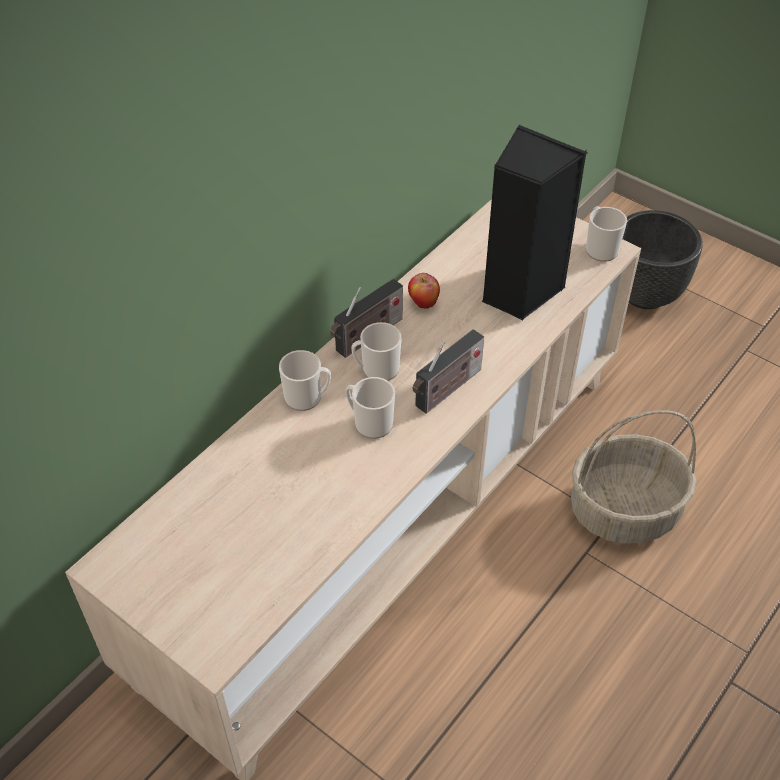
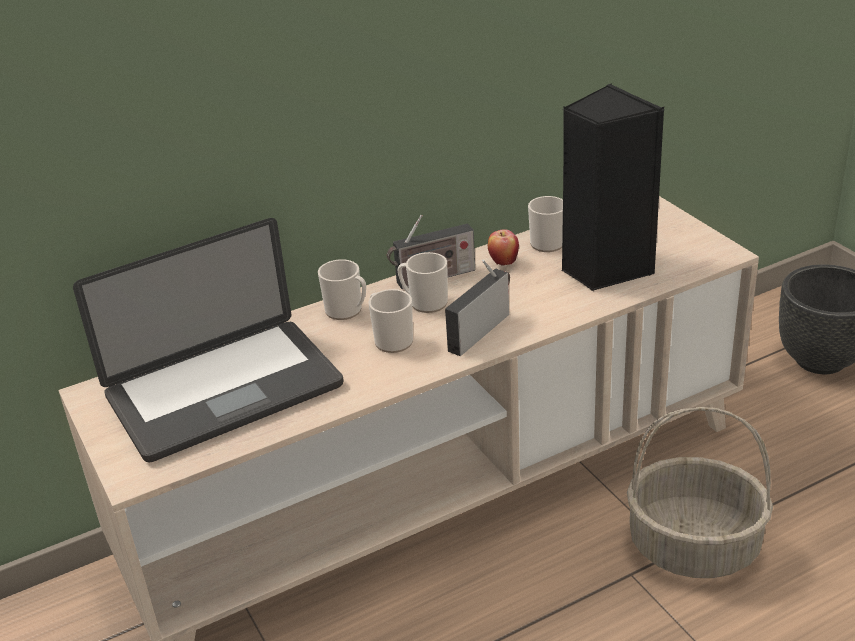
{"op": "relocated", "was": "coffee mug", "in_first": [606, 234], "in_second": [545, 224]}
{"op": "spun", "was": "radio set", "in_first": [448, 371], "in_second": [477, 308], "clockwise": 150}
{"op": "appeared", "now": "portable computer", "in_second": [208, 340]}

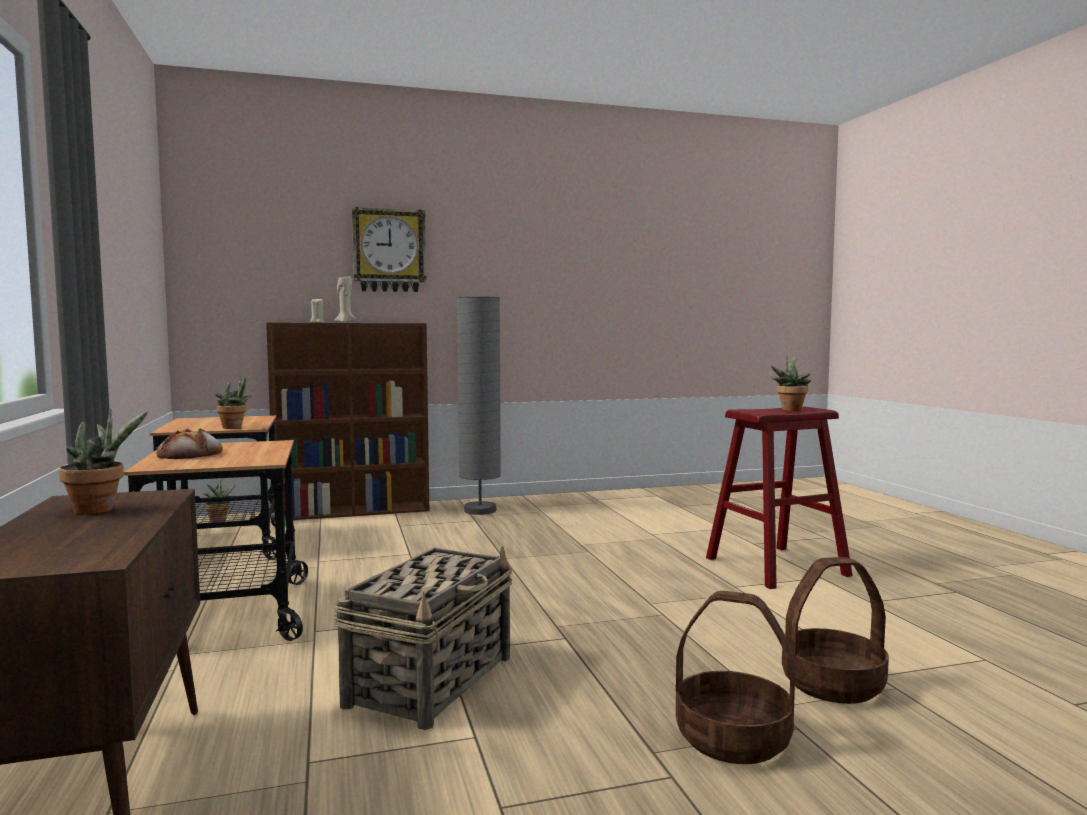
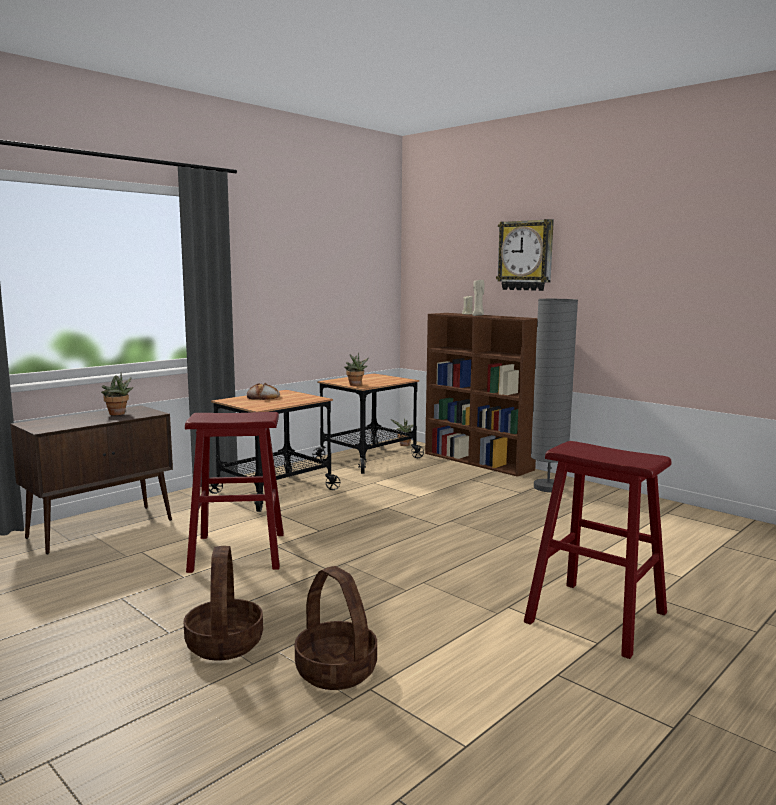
{"op": "missing", "was": "plant in a pot", "in_first": [791, 383]}
{"op": "exchanged", "was": "storage basket", "now": "red sitting stool", "in_first": [423, 638], "in_second": [234, 492]}

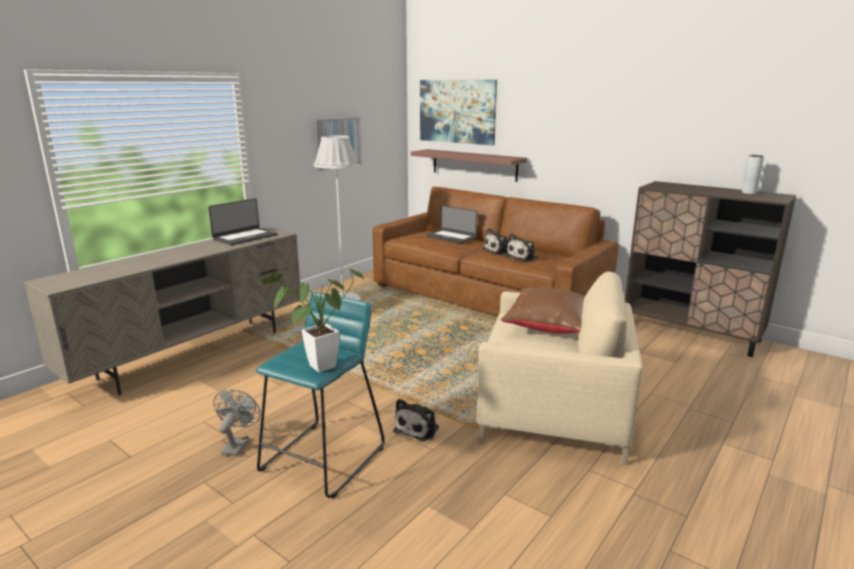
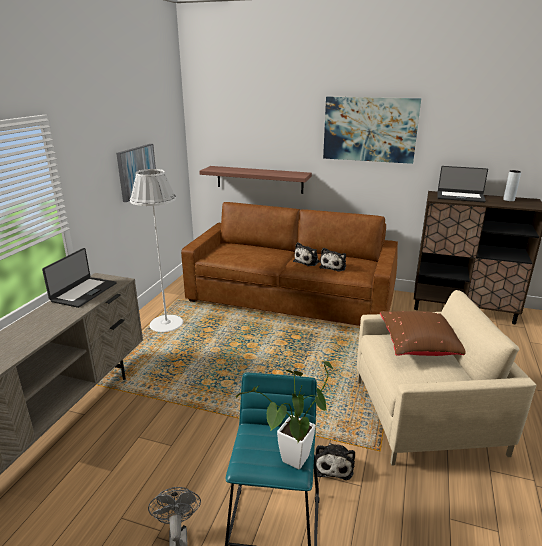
{"op": "relocated", "was": "wall art", "in_first": [458, 113], "in_second": [372, 130]}
{"op": "relocated", "was": "portable computer", "in_first": [451, 224], "in_second": [463, 184]}

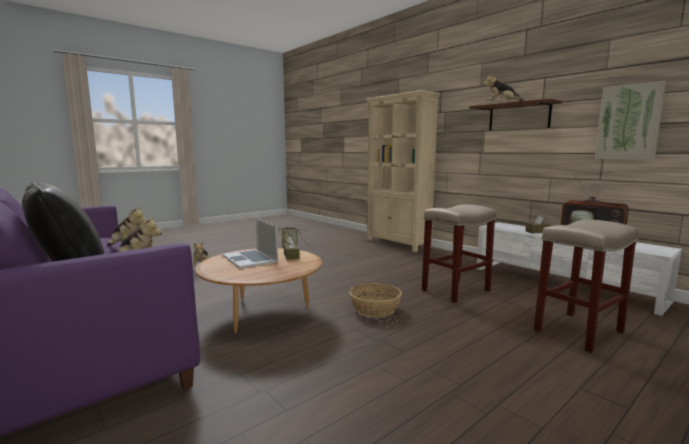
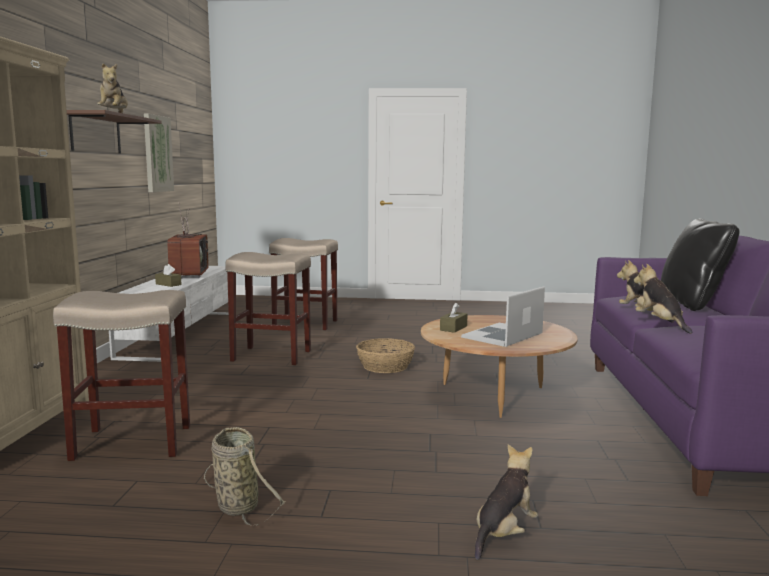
{"op": "spun", "was": "portable computer", "in_first": [250, 243], "in_second": [503, 316], "clockwise": -150}
{"op": "appeared", "now": "beige sitting stool", "in_second": [121, 375]}

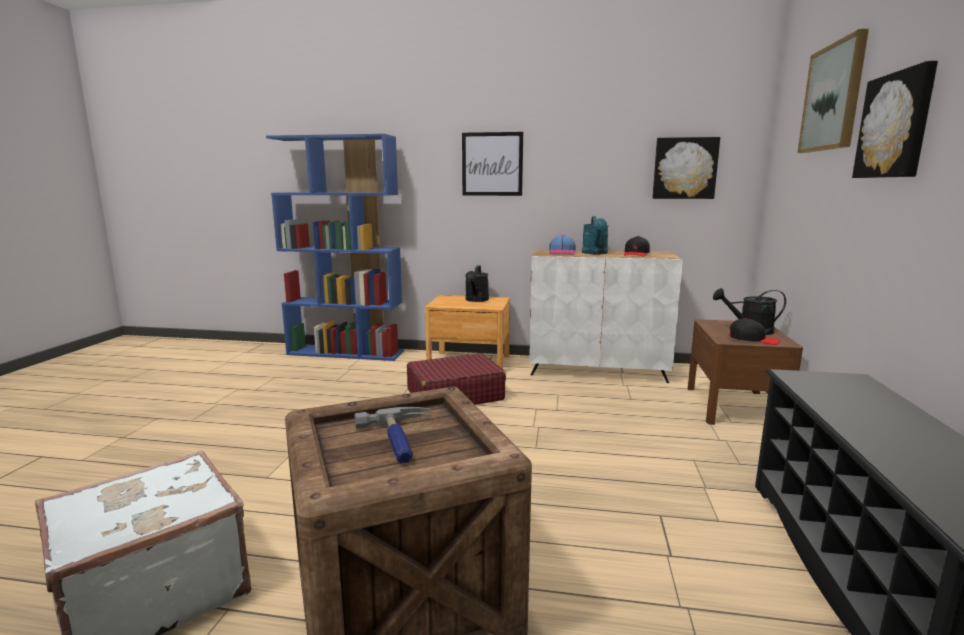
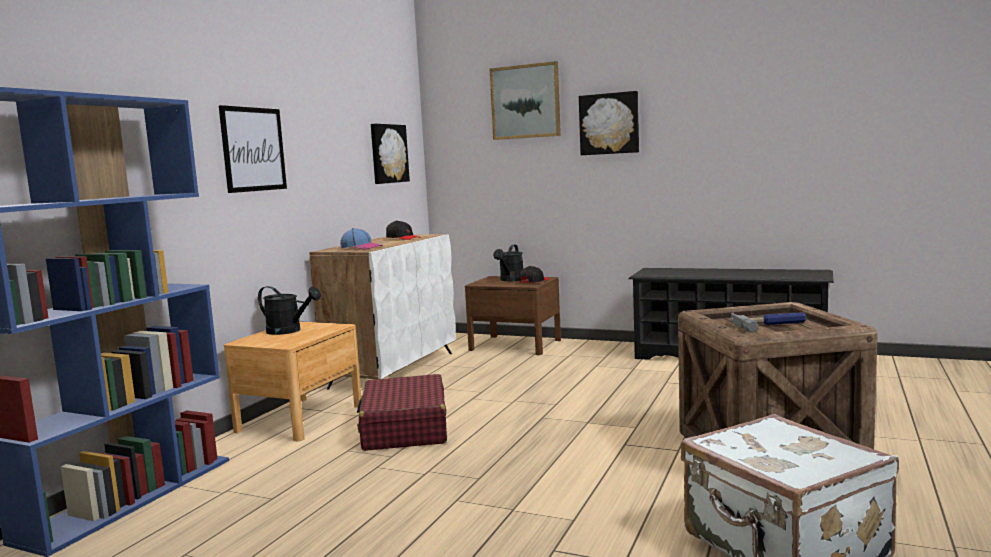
{"op": "missing", "was": "blue-green sprinkling can", "in_first": [595, 235]}

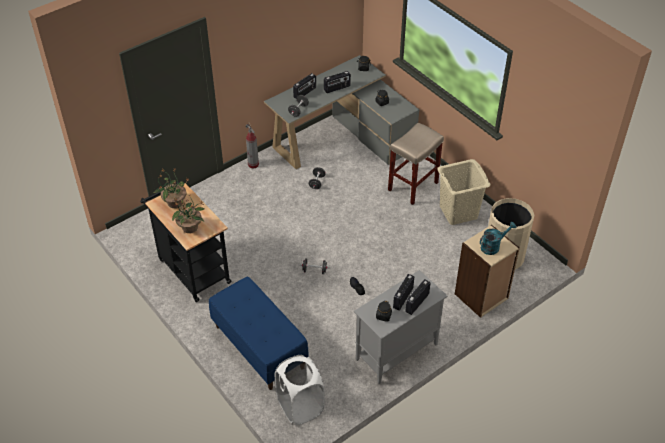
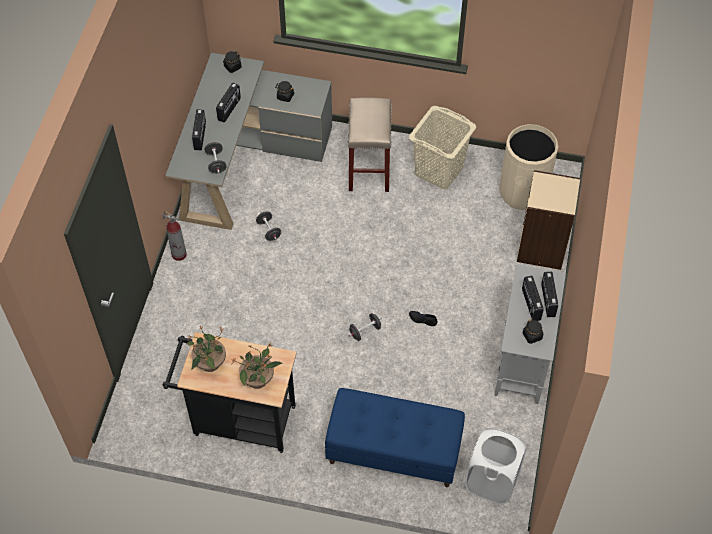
{"op": "missing", "was": "blue-green sprinkling can", "in_first": [498, 238]}

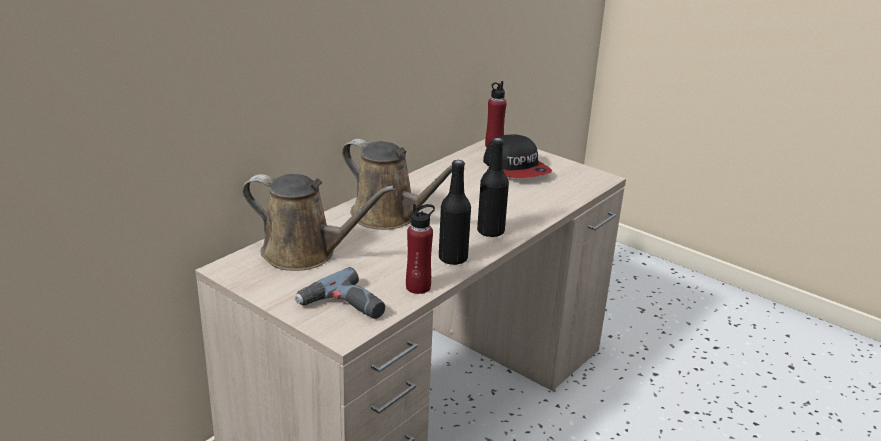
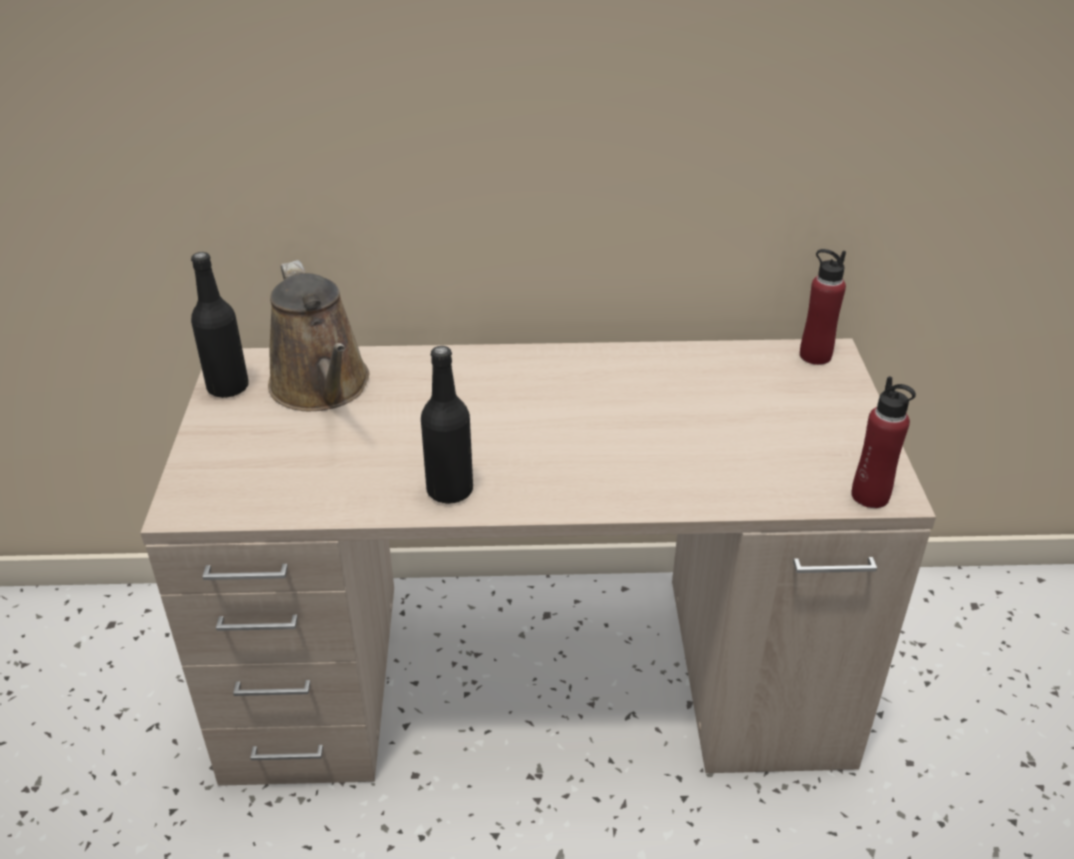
{"op": "missing", "was": "baseball cap", "in_first": [517, 156]}
{"op": "relocated", "was": "black-coloured bottle", "in_first": [493, 187], "in_second": [220, 325]}
{"op": "missing", "was": "brownish sprinkling can", "in_first": [403, 184]}
{"op": "relocated", "was": "red bottle", "in_first": [420, 249], "in_second": [883, 442]}
{"op": "missing", "was": "drill", "in_first": [340, 293]}

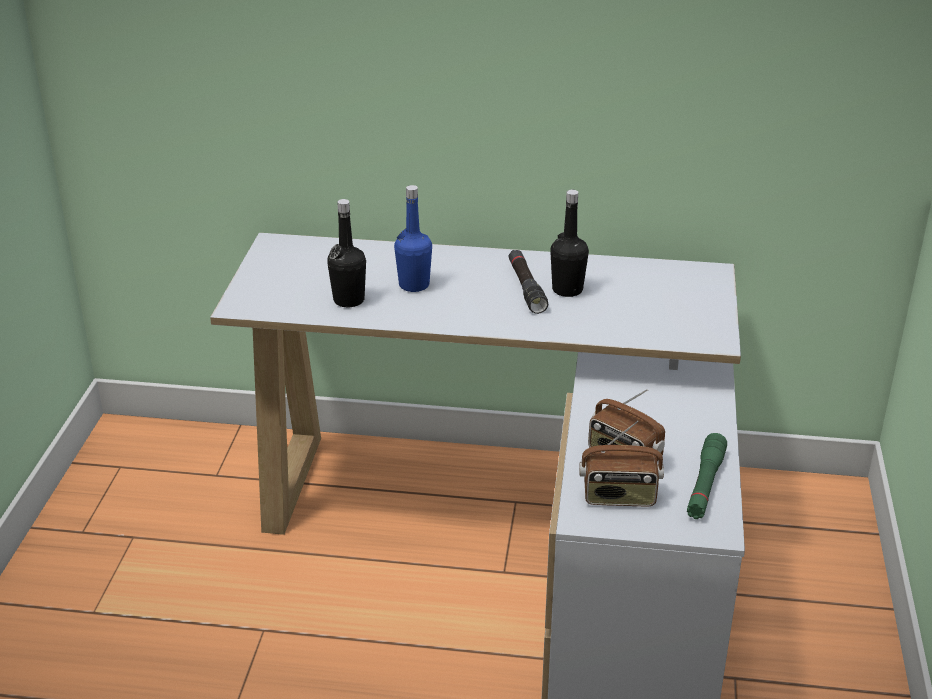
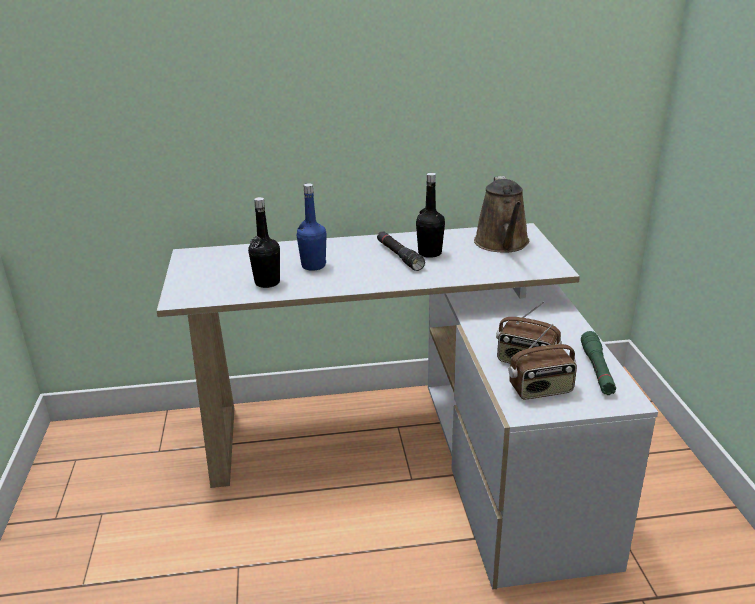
{"op": "appeared", "now": "brownish sprinkling can", "in_second": [501, 214]}

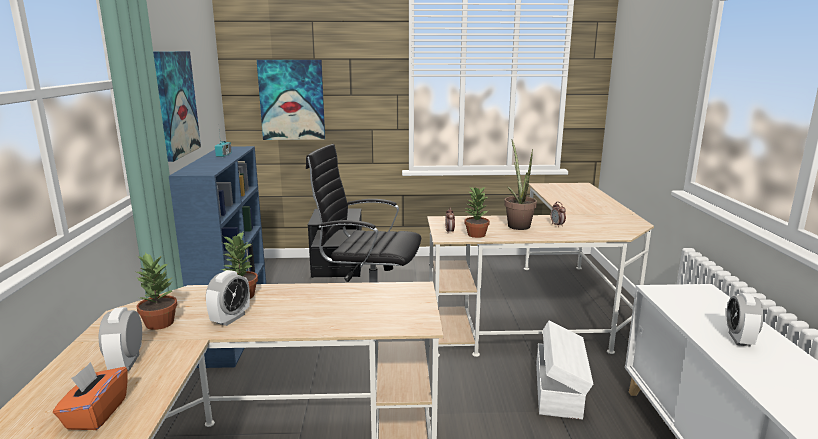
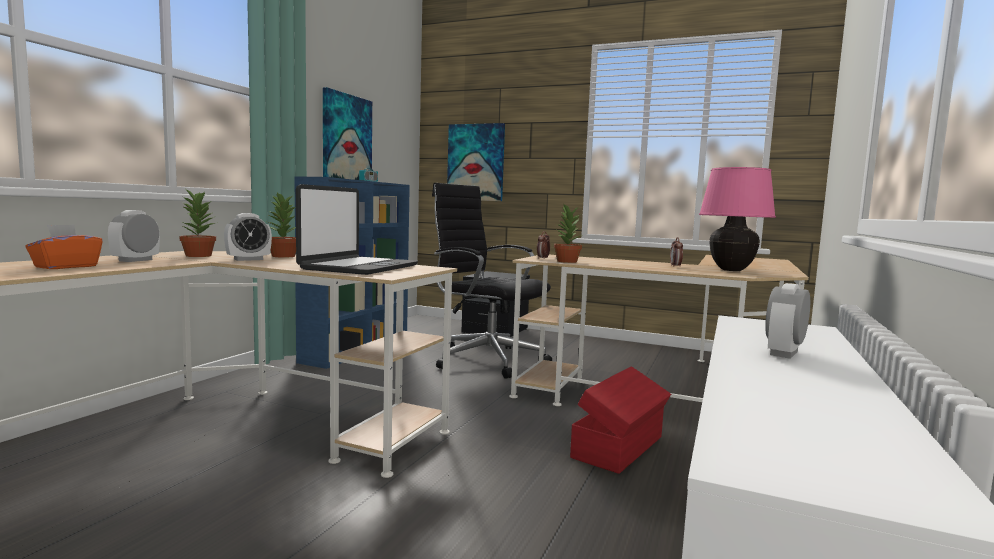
{"op": "missing", "was": "plant in a pot", "in_first": [520, 184]}
{"op": "colour", "was": "white-coloured storage container", "now": "red storage container", "in_first": [564, 369], "in_second": [620, 420]}
{"op": "appeared", "now": "pink lamp for a table", "in_second": [737, 219]}
{"op": "appeared", "now": "portable computer", "in_second": [357, 229]}

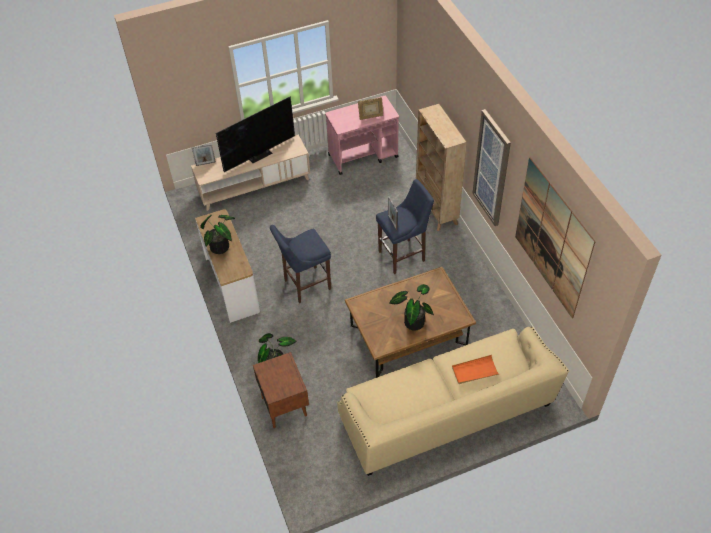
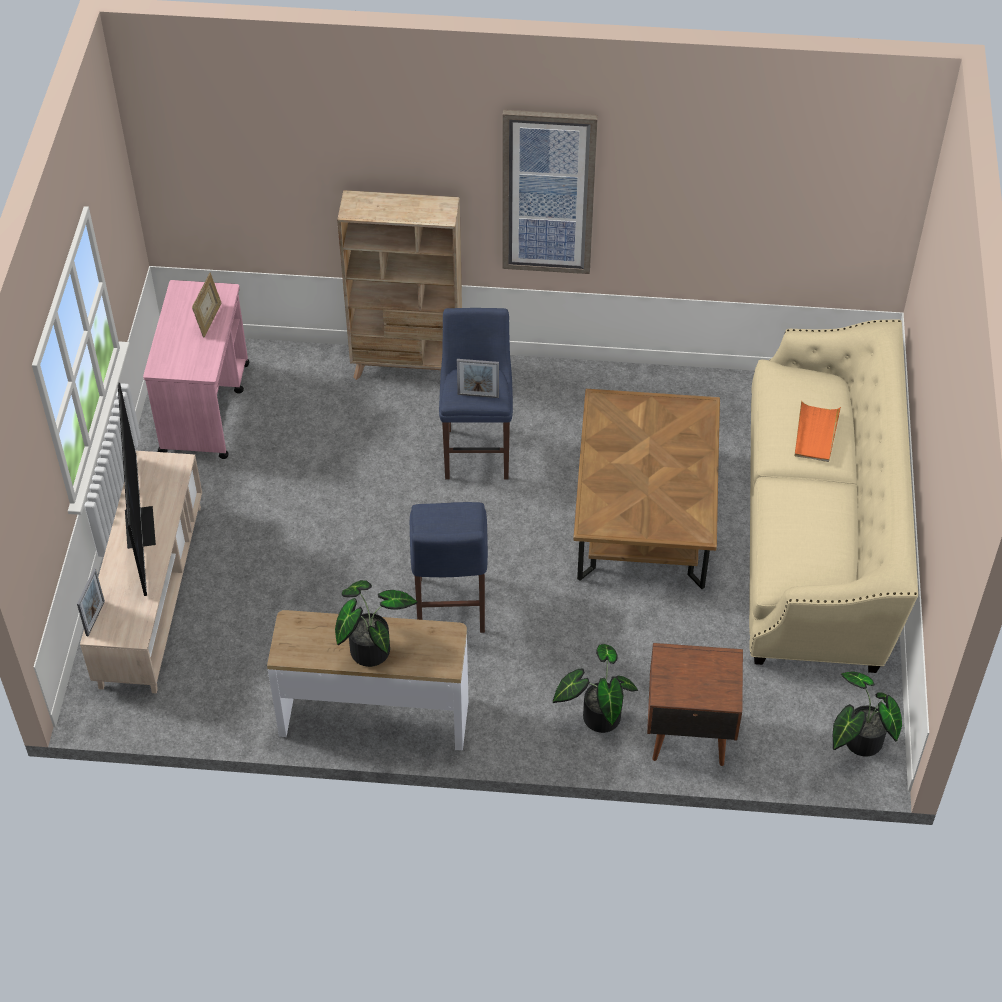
{"op": "missing", "was": "wall art", "in_first": [555, 238]}
{"op": "relocated", "was": "plant in a pot", "in_first": [411, 307], "in_second": [867, 714]}

